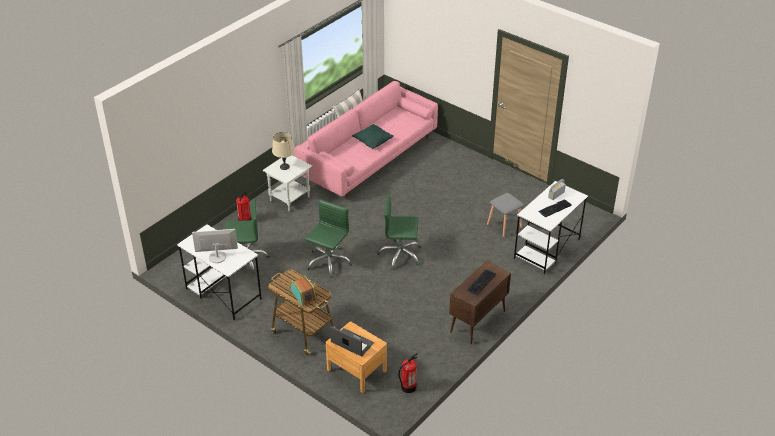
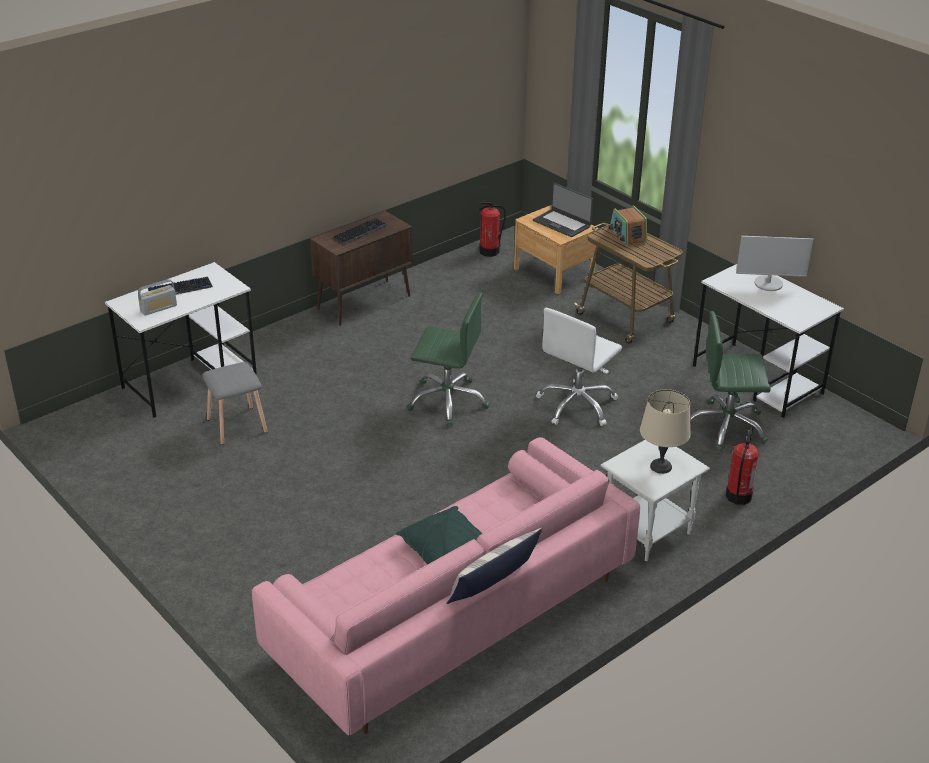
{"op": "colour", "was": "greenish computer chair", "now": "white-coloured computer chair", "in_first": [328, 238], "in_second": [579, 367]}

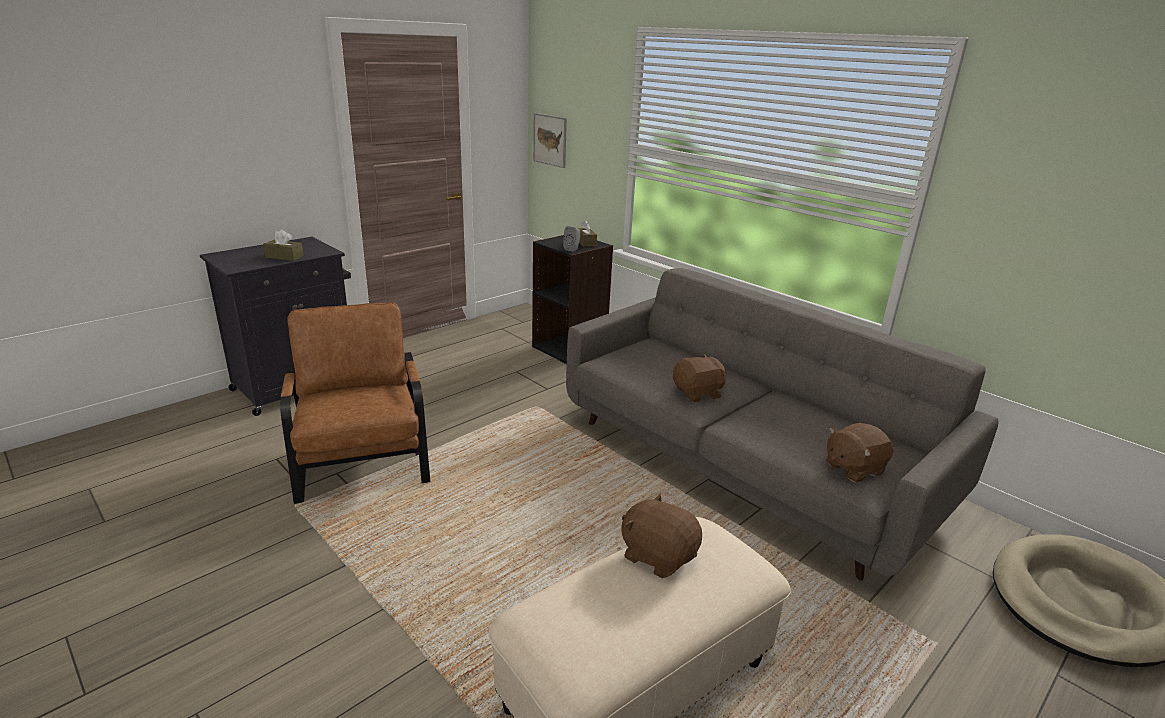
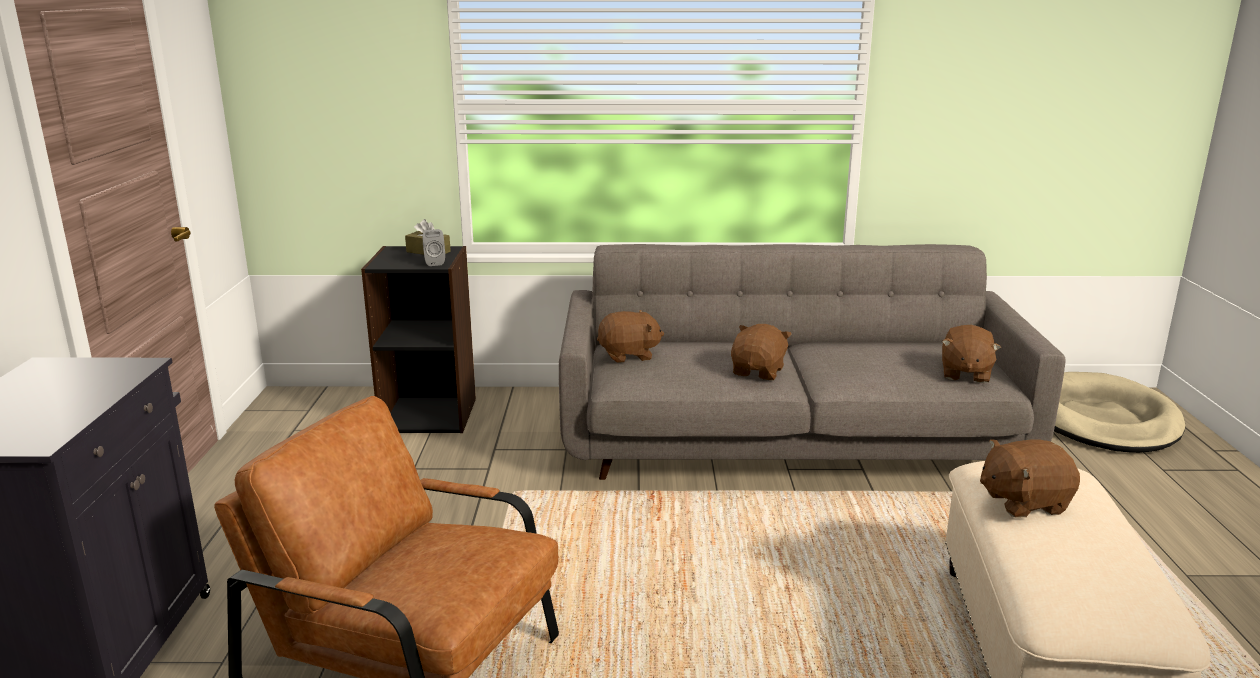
{"op": "missing", "was": "wall art", "in_first": [550, 140]}
{"op": "missing", "was": "brownish tissue box", "in_first": [283, 245]}
{"op": "appeared", "now": "brownish cuddly toy", "in_second": [630, 336]}

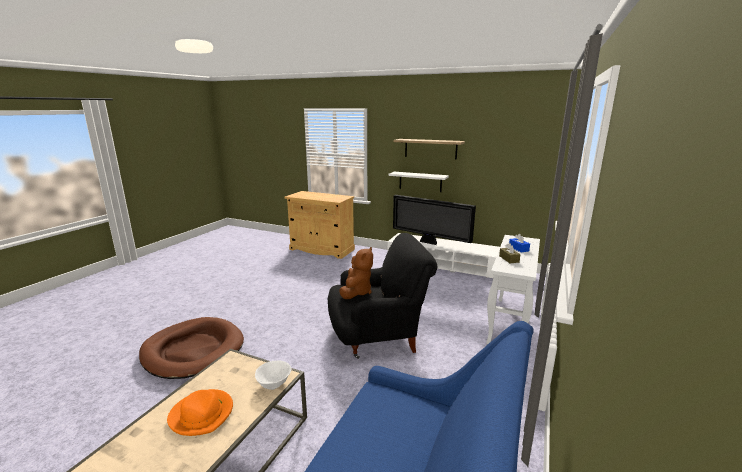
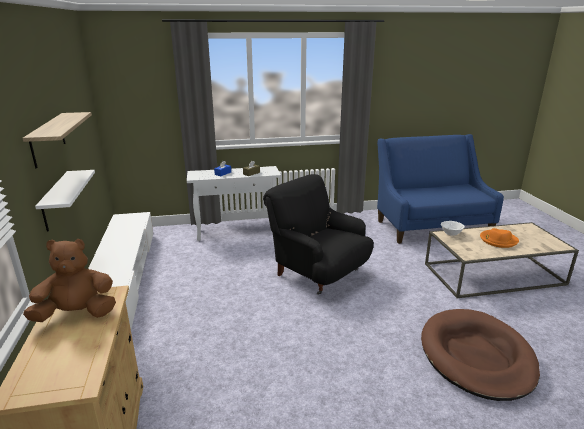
{"op": "missing", "was": "TV", "in_first": [434, 220]}
{"op": "relocated", "was": "brownish cuddly toy", "in_first": [356, 273], "in_second": [69, 280]}

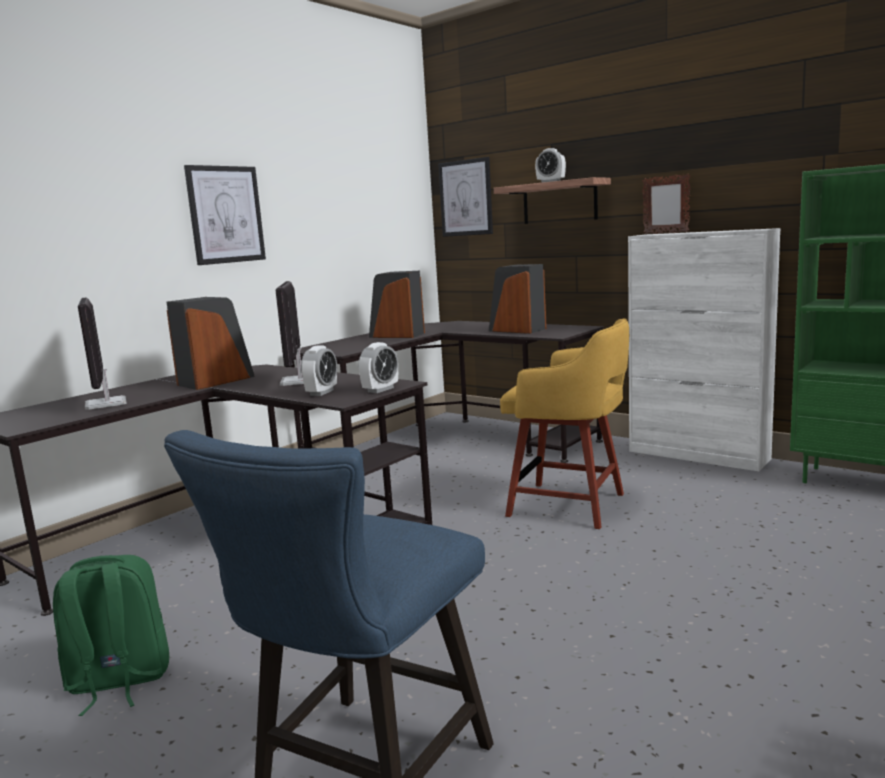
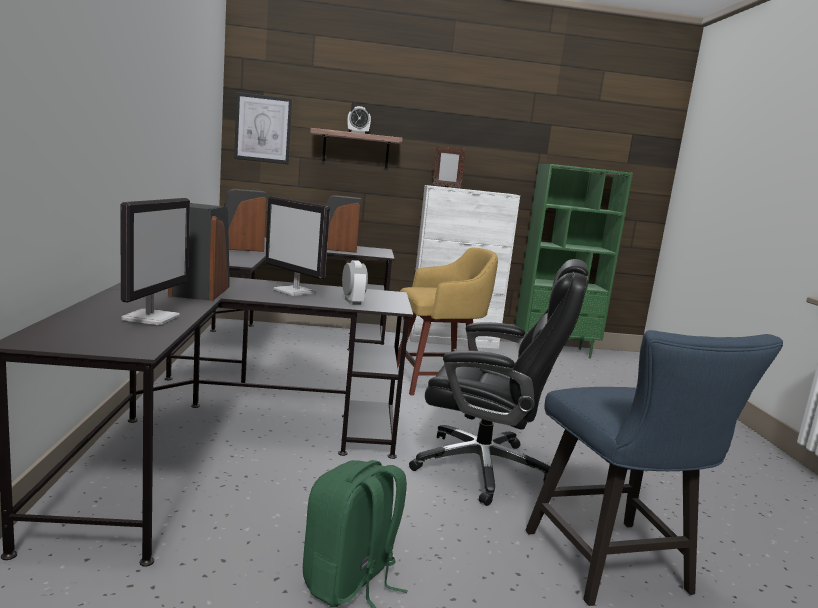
{"op": "missing", "was": "wall art", "in_first": [225, 215]}
{"op": "spun", "was": "computer screen", "in_first": [102, 353], "in_second": [155, 261], "clockwise": -105}
{"op": "missing", "was": "table clock", "in_first": [378, 367]}
{"op": "appeared", "now": "black-coloured computer chair", "in_second": [499, 382]}

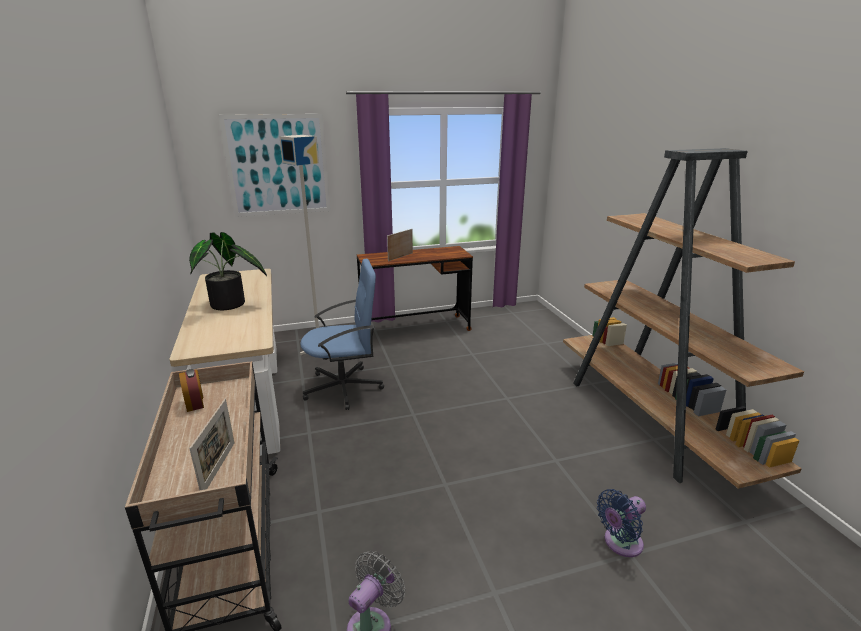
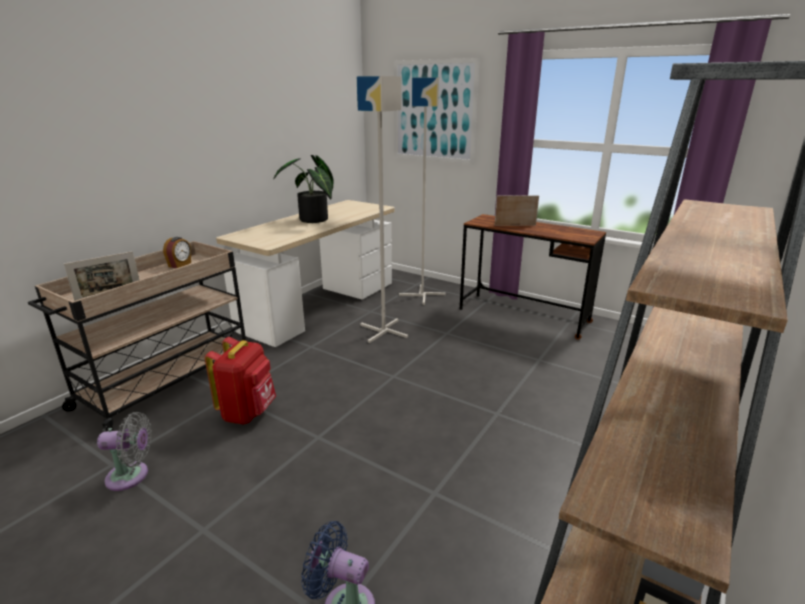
{"op": "exchanged", "was": "bluish computer chair", "now": "gray standing lamp", "in_first": [342, 334], "in_second": [382, 209]}
{"op": "appeared", "now": "red backpack", "in_second": [240, 381]}

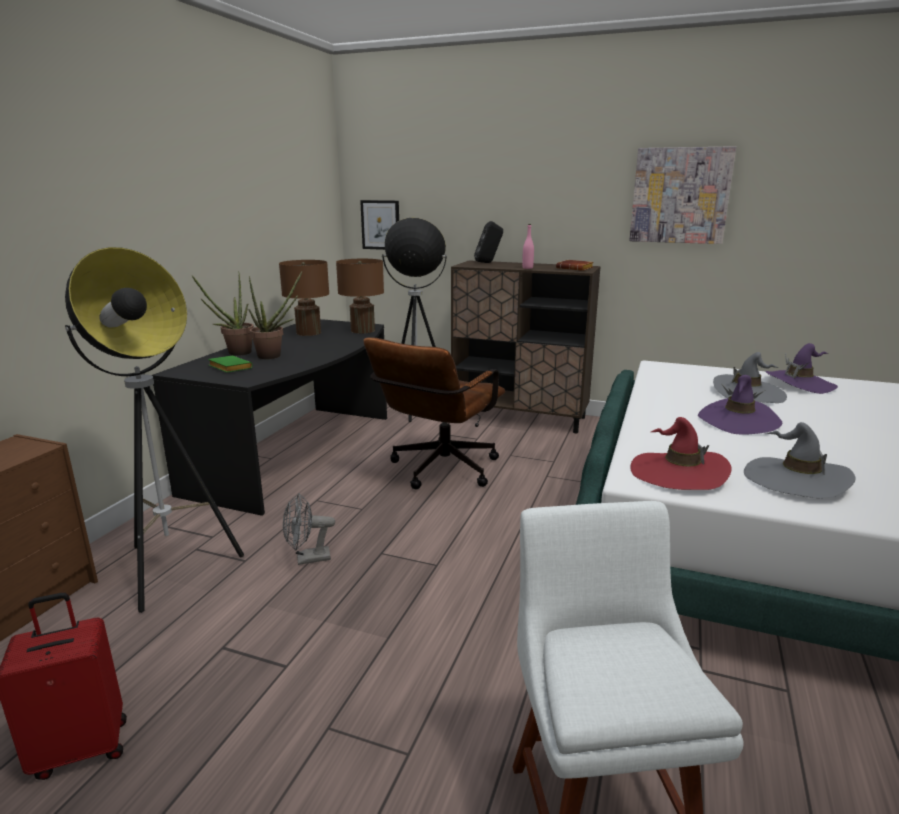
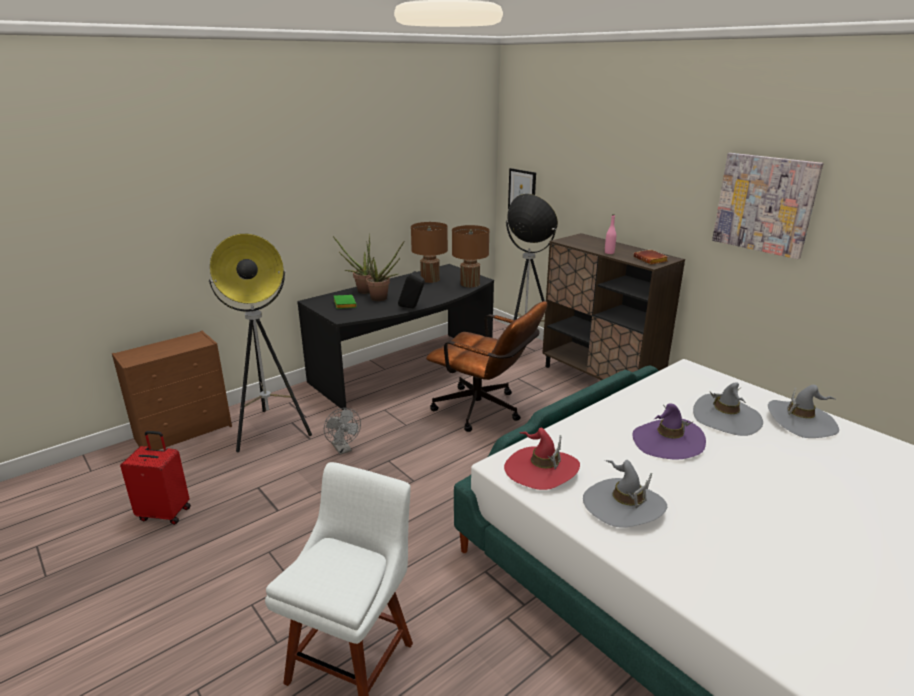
{"op": "relocated", "was": "black-coloured loudspeaker", "in_first": [488, 242], "in_second": [411, 289]}
{"op": "spun", "was": "brownish computer chair", "in_first": [434, 413], "in_second": [486, 366], "clockwise": -120}
{"op": "colour", "was": "purple-coloured hat", "now": "gray hat", "in_first": [801, 368], "in_second": [803, 411]}
{"op": "spun", "was": "gray fan", "in_first": [309, 529], "in_second": [342, 431], "clockwise": -135}

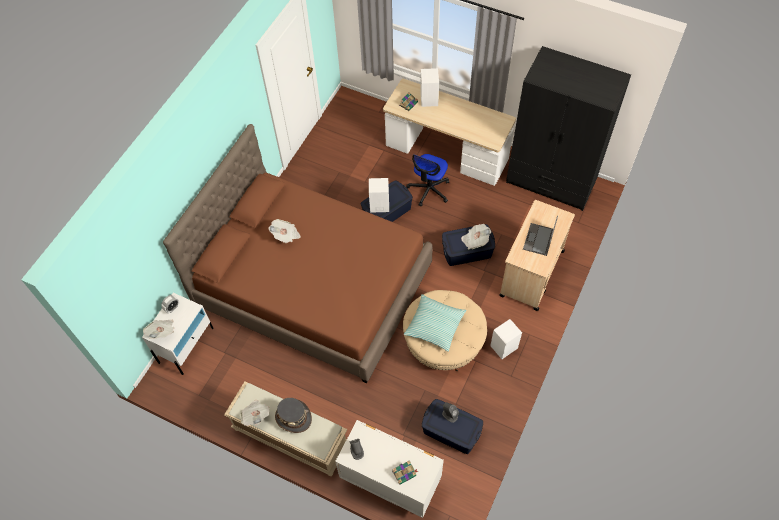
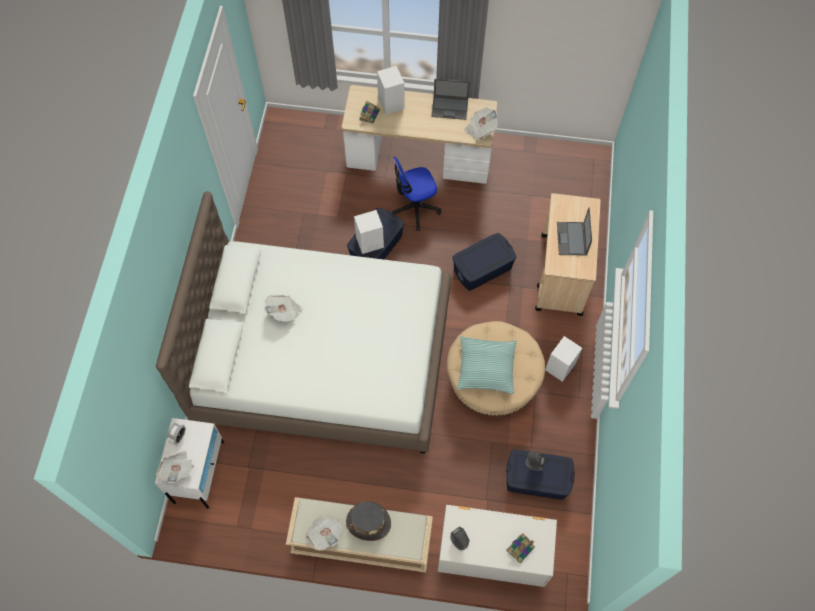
{"op": "missing", "was": "black-coloured armoire", "in_first": [568, 128]}
{"op": "colour", "was": "brownish bedroom bed", "now": "white-coloured bedroom bed", "in_first": [297, 253], "in_second": [303, 322]}
{"op": "spun", "was": "computer chair", "in_first": [427, 180], "in_second": [416, 194], "clockwise": 60}
{"op": "relocated", "was": "daily paper", "in_first": [476, 237], "in_second": [481, 124]}
{"op": "appeared", "now": "portable computer", "in_second": [450, 99]}

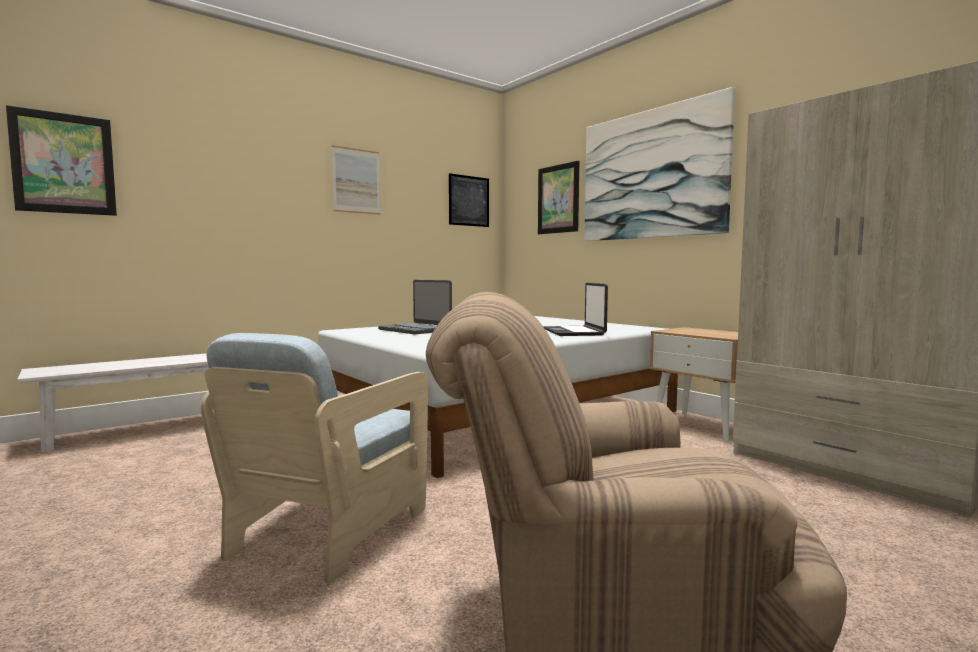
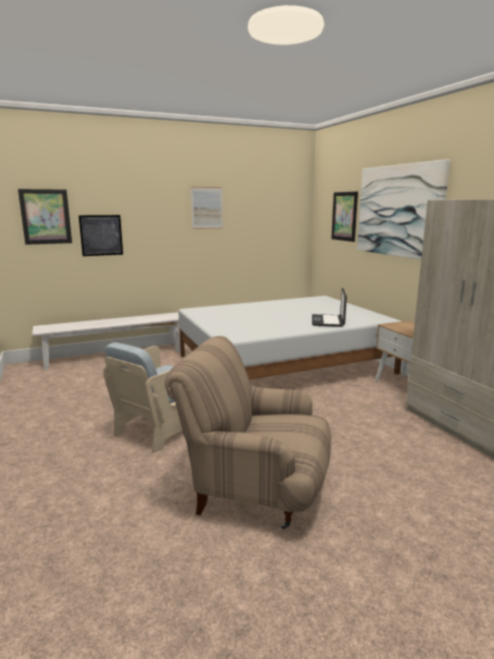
{"op": "relocated", "was": "wall art", "in_first": [469, 200], "in_second": [101, 235]}
{"op": "missing", "was": "portable computer", "in_first": [415, 307]}

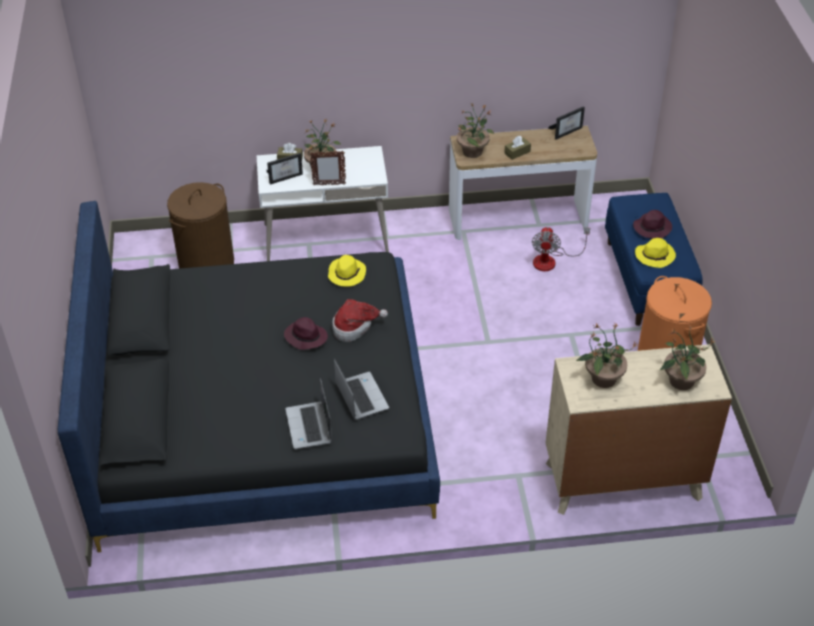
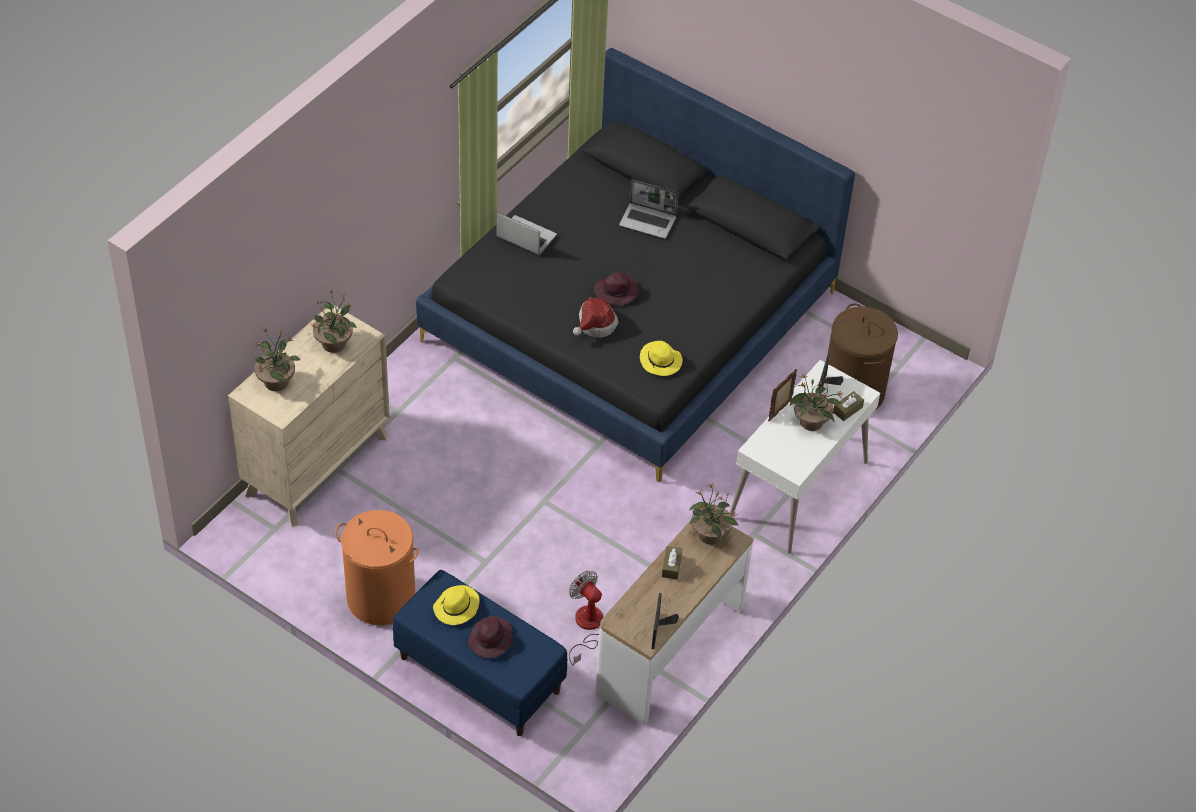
{"op": "relocated", "was": "portable computer", "in_first": [361, 389], "in_second": [649, 209]}

